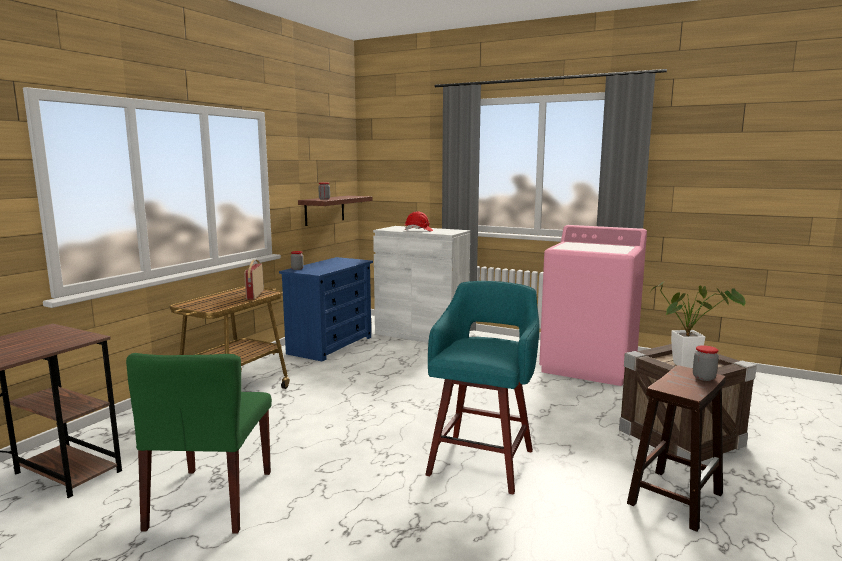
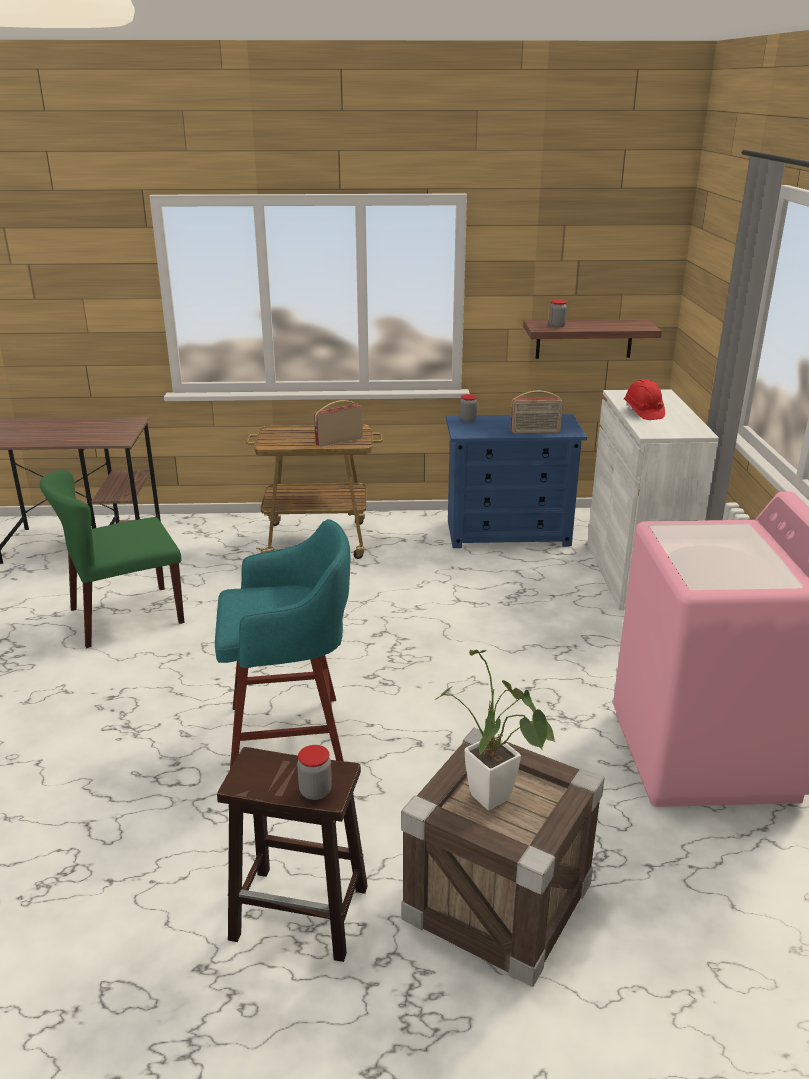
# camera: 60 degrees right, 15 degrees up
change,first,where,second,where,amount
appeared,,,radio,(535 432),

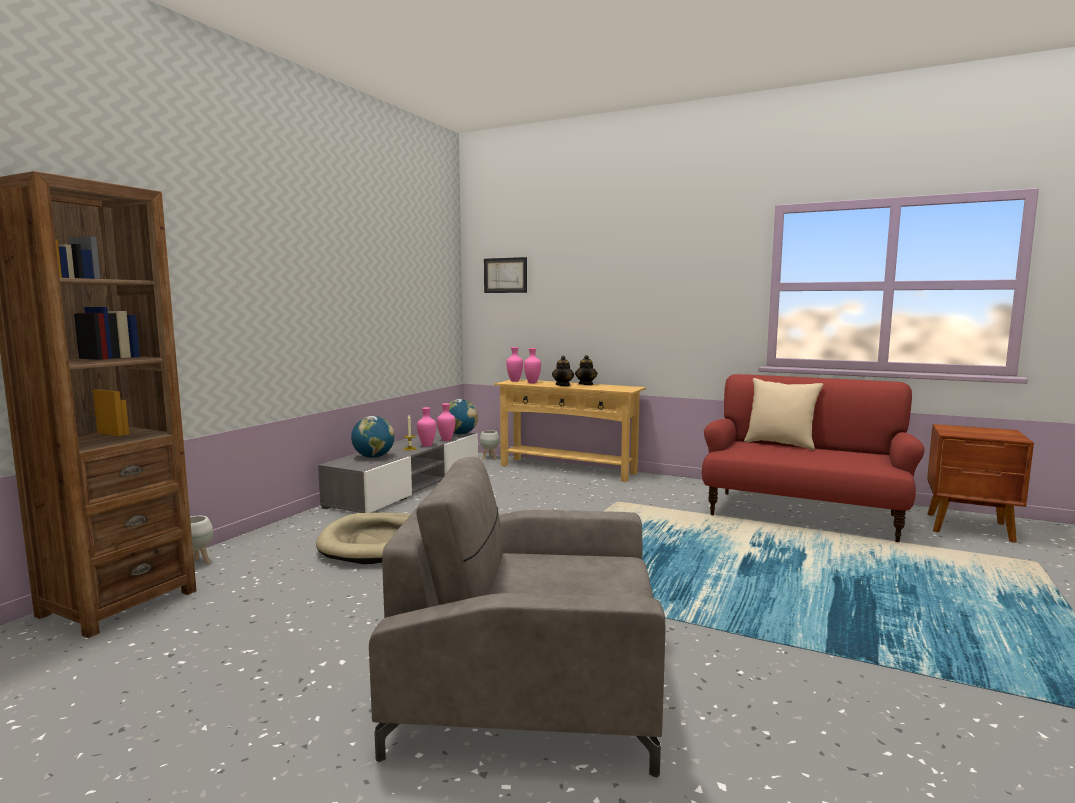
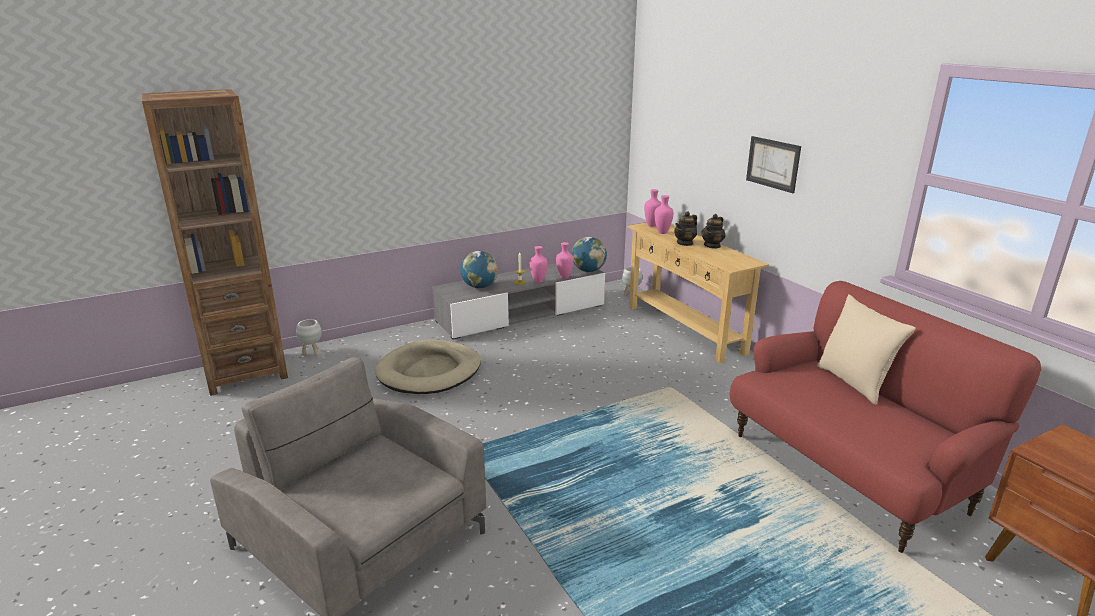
# camera: 35 degrees right, 15 degrees up
change,first,where,second,where,amount
relocated,picture,(505 275),,(773 163),

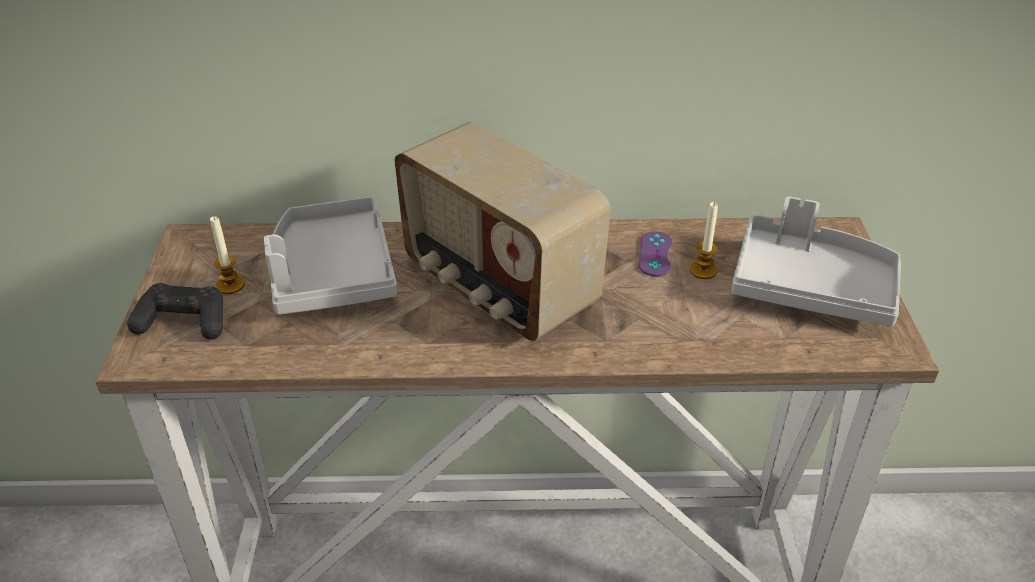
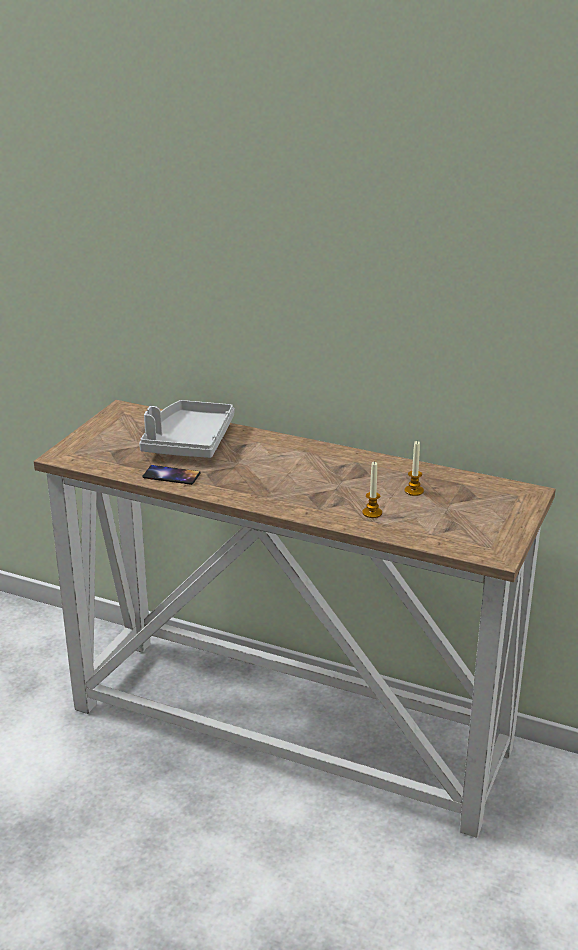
# camera: 25 degrees right, 10 degrees down
change,first,where,second,where,amount
missing,radio,(497 288),,,
missing,tray (grey),(811 287),,,
relocated,candle,(230 285),,(372 513),
missing,game controller (purple),(655 254),,,
missing,game controller (black),(183 322),,,
appeared,,,phone,(171 475),

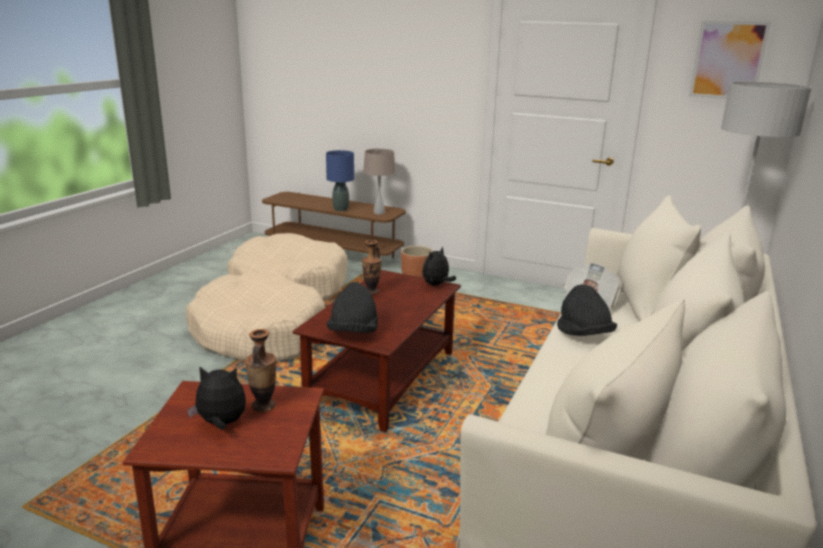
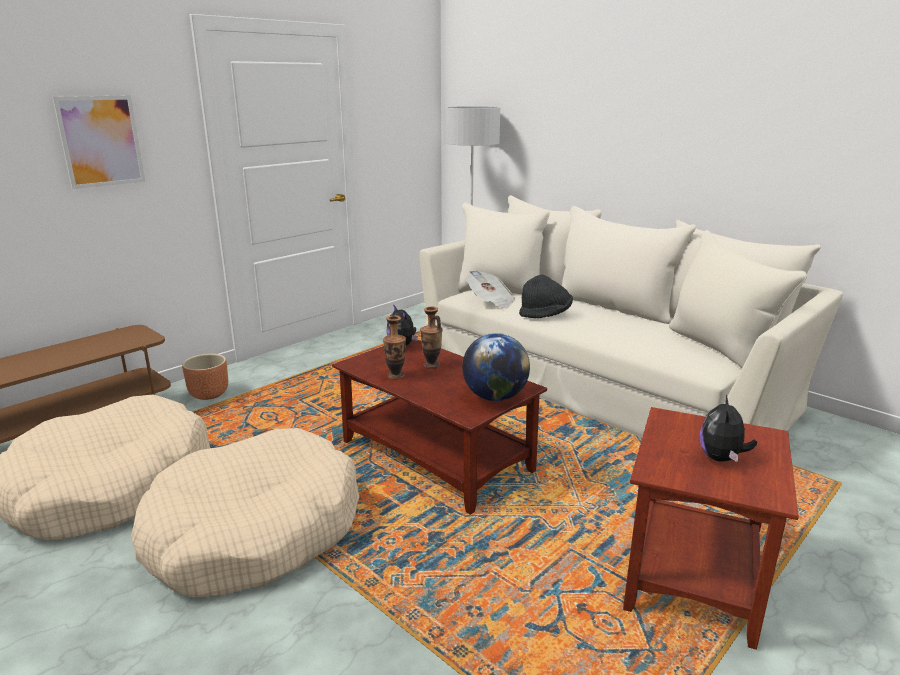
# camera: 70 degrees left, 0 degrees up
change,first,where,second,where,amount
relocated,picture,(728 60),,(101 141),
missing,table lamp (beige),(379 212),,,
missing,table lamp (blue),(340 209),,,
exchanged,hat (black),(353 333),globe,(495 397),
relocated,vase,(263 406),,(431 365),

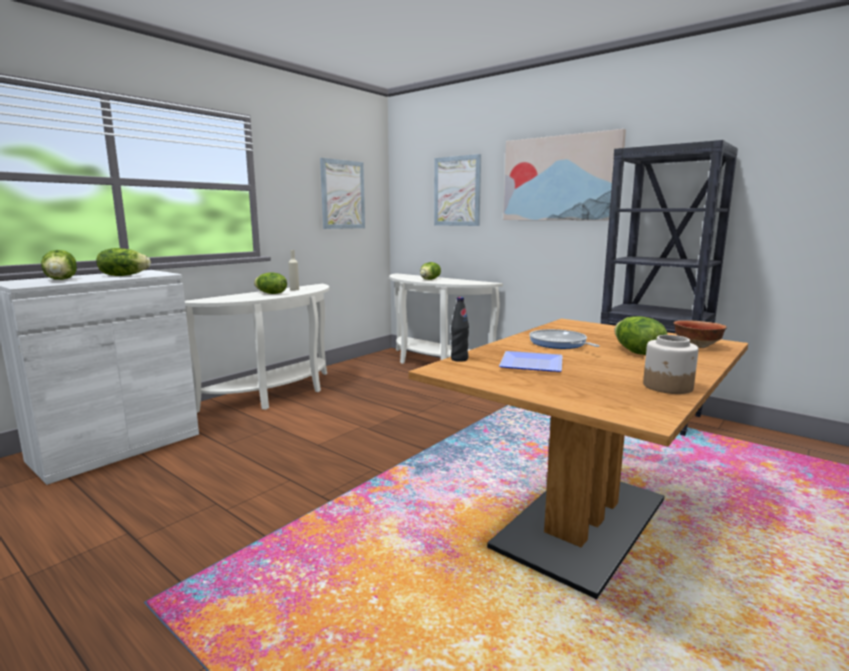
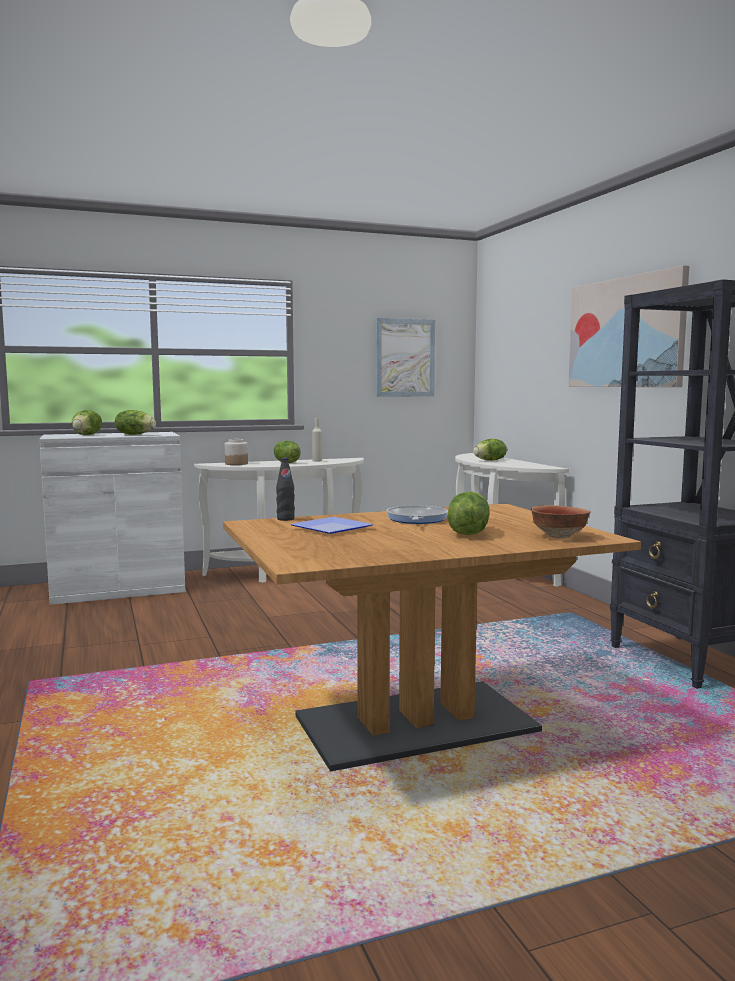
# camera: 30 degrees right, 5 degrees down
change,first,where,second,where,amount
missing,picture,(457 191),,,
relocated,jar,(668 387),,(236 464),

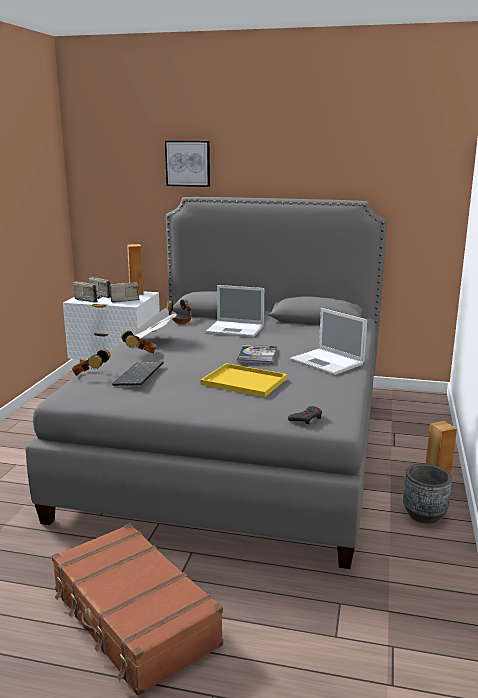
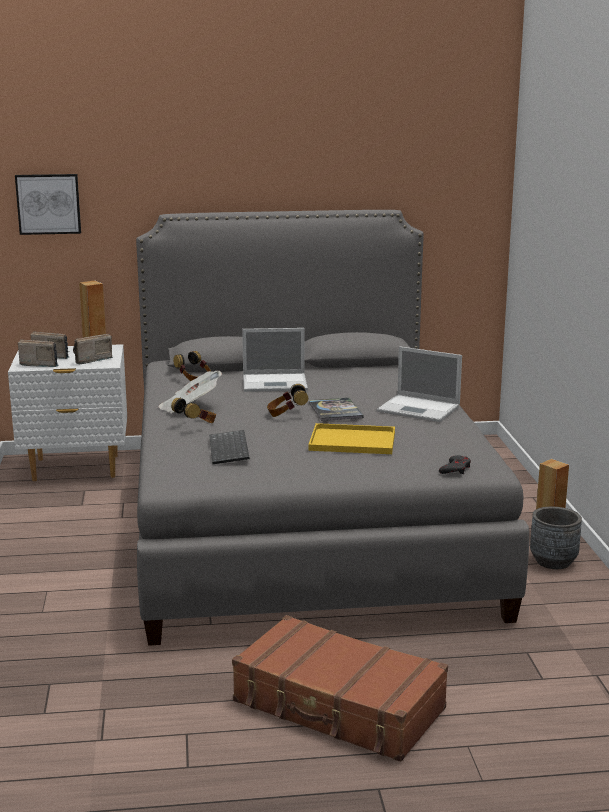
# camera: 20 degrees left, 0 degrees up
change,first,where,second,where,amount
relocated,picture,(188 163),,(48 204),
relocated,headphones,(90 375),,(286 415),

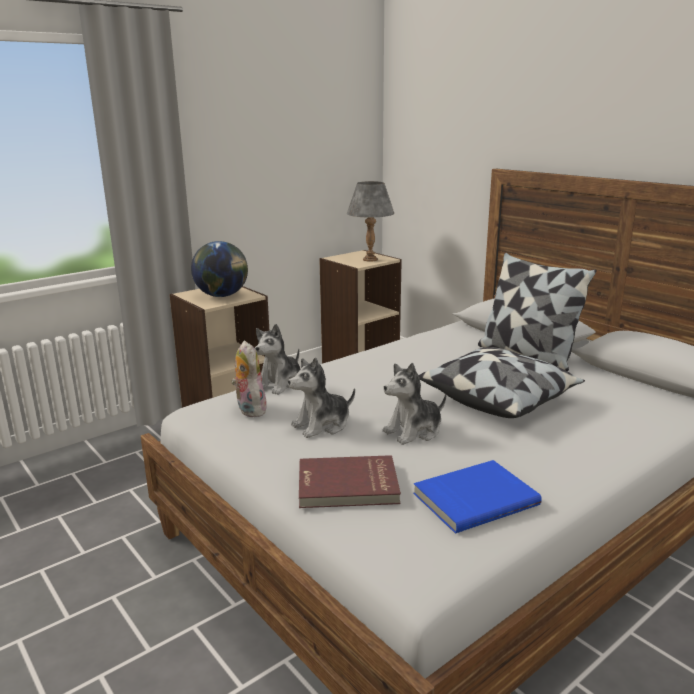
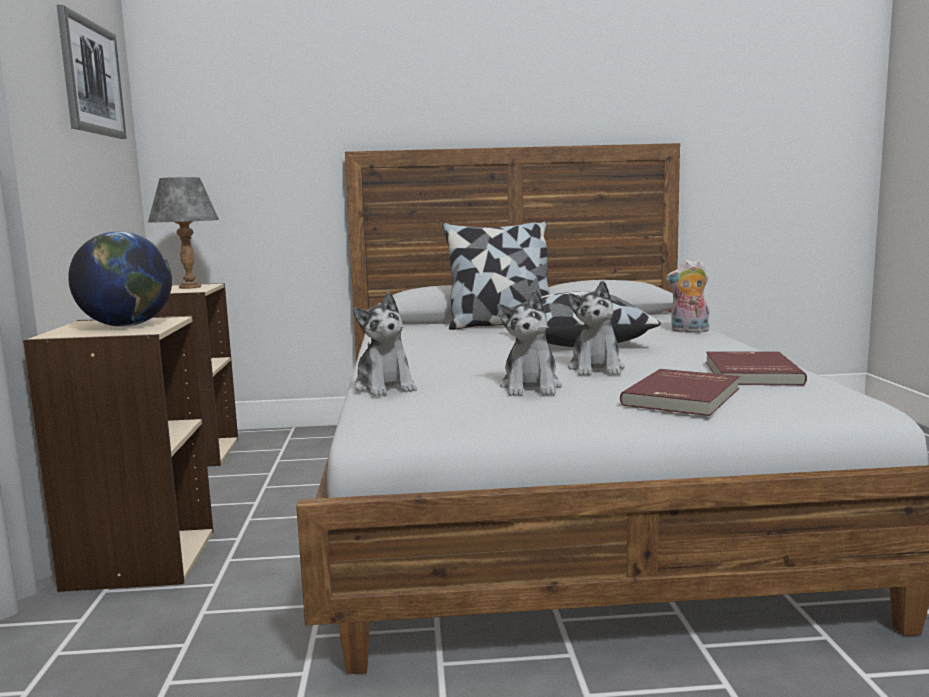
# camera: 55 degrees left, 10 degrees down
change,first,where,second,where,amount
relocated,plush toy,(249 409),,(688 331),
colour,book (blue),(474 498),book (red),(749 373),
appeared,,,picture,(91 78),

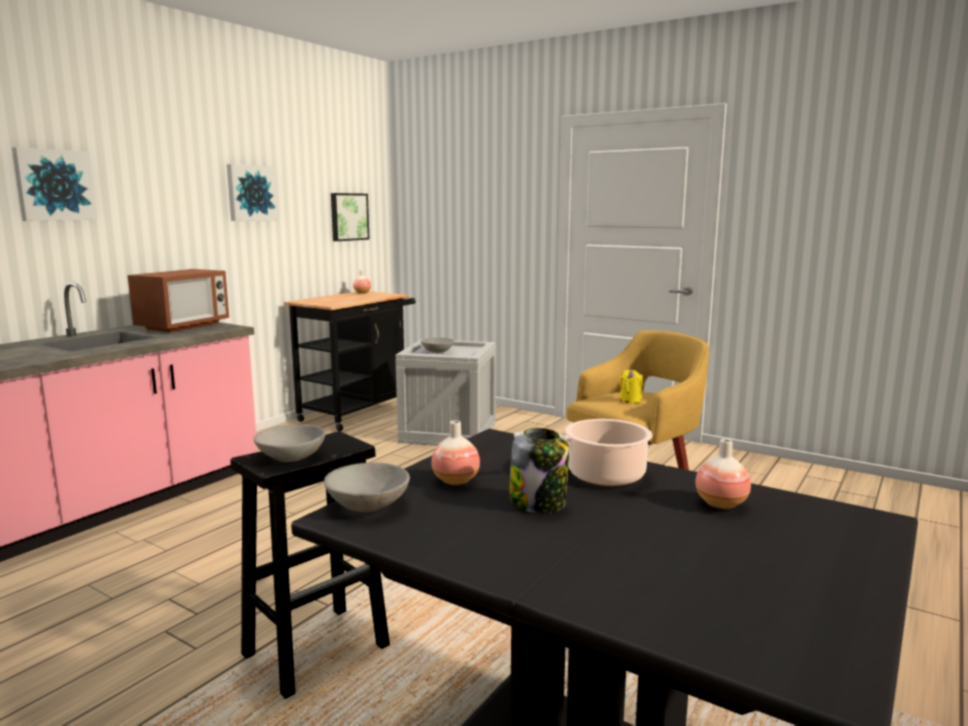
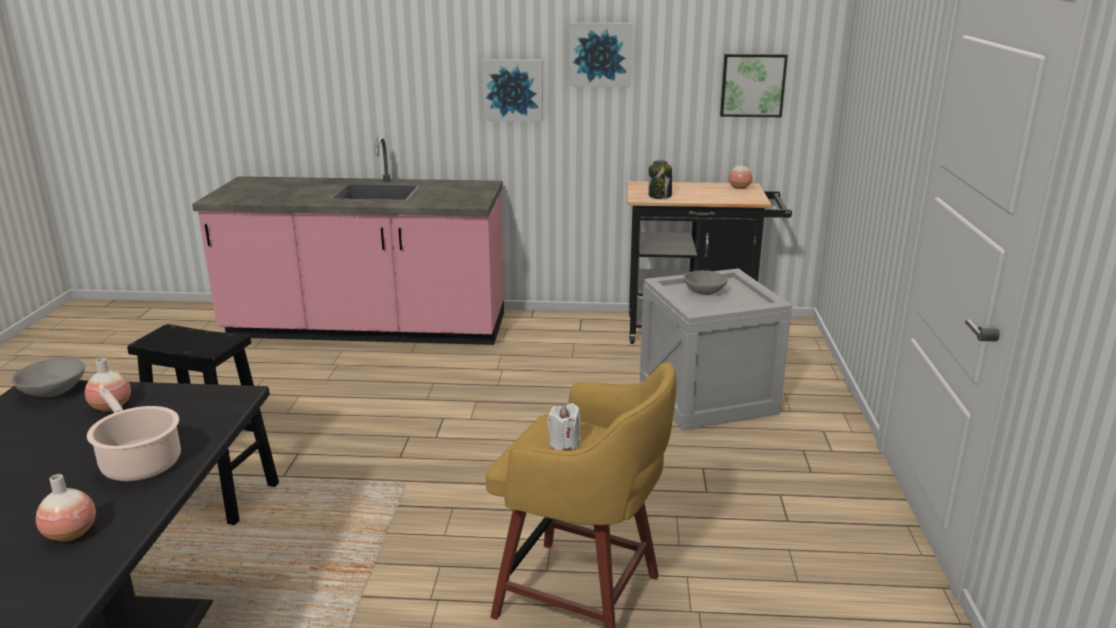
# camera: 60 degrees right, 10 degrees up
change,first,where,second,where,amount
relocated,picture,(54 185),,(513 89),
missing,microwave,(183 326),,,
colour,candle (yellow),(630 400),candle (white),(564 444),
missing,bowl (grey),(291 457),,,
relocated,jar,(538 503),,(660 196),

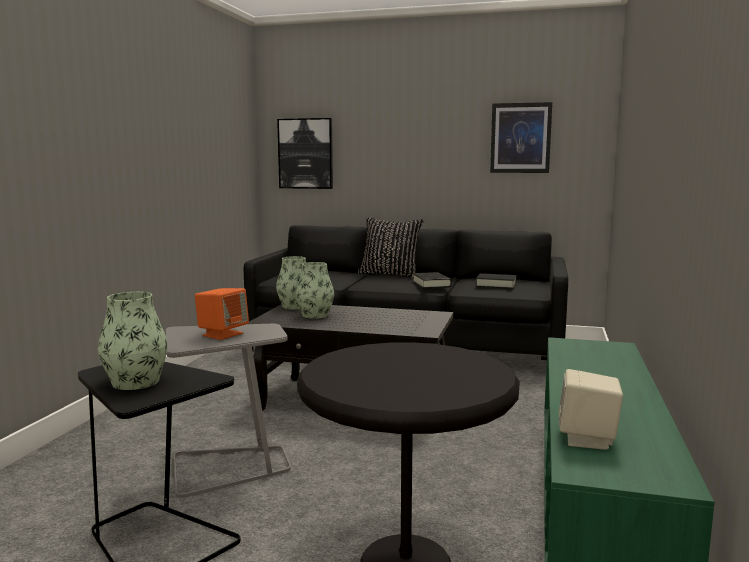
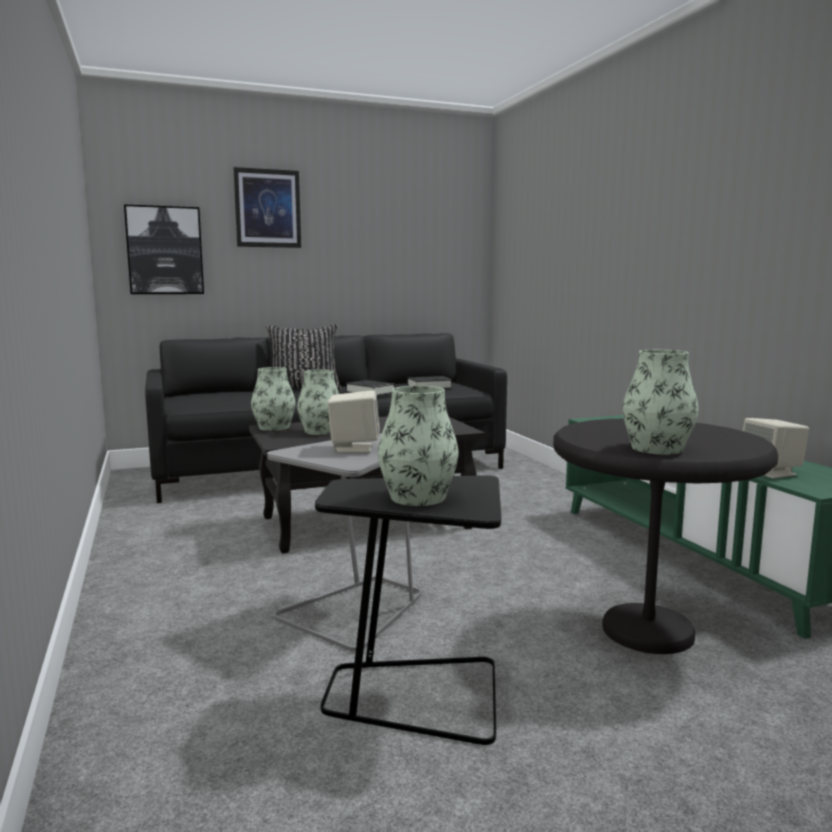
# camera: 35 degrees left, 0 degrees up
change,first,where,second,where,amount
relocated,picture,(520 138),,(267 208),
colour,speaker (orange),(222 334),speaker (beige),(354 448),
appeared,,,vase,(657 449),

